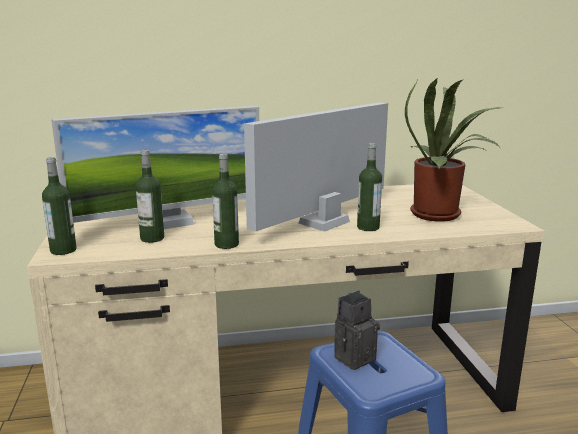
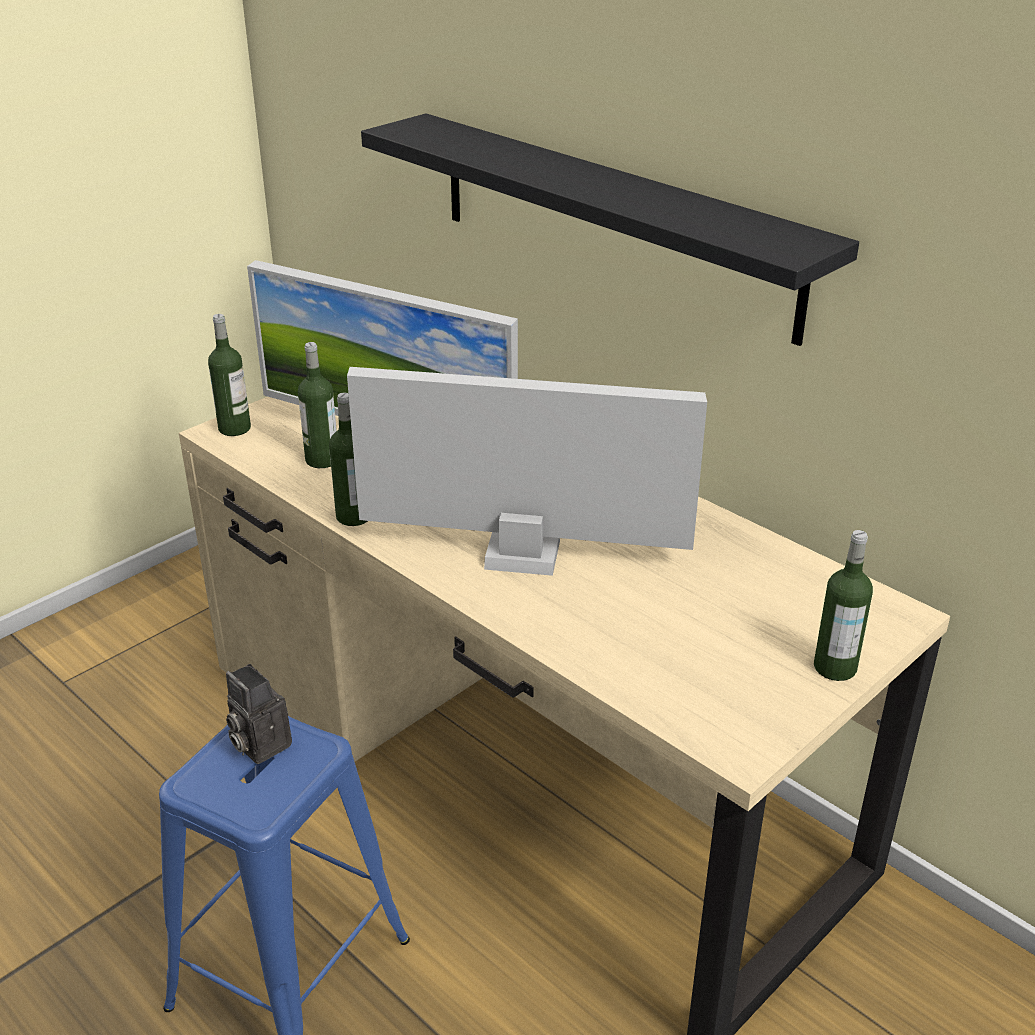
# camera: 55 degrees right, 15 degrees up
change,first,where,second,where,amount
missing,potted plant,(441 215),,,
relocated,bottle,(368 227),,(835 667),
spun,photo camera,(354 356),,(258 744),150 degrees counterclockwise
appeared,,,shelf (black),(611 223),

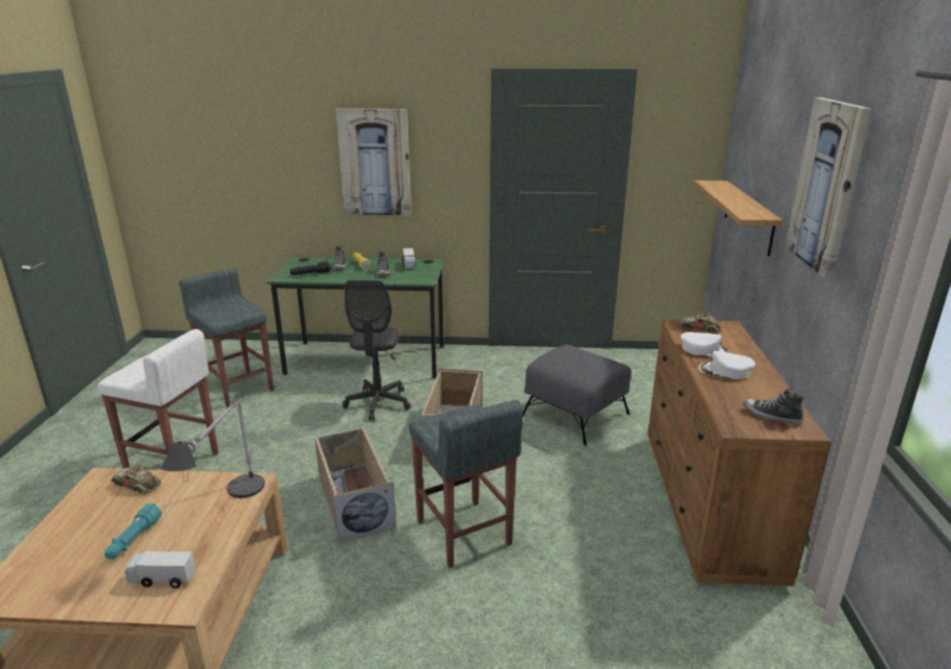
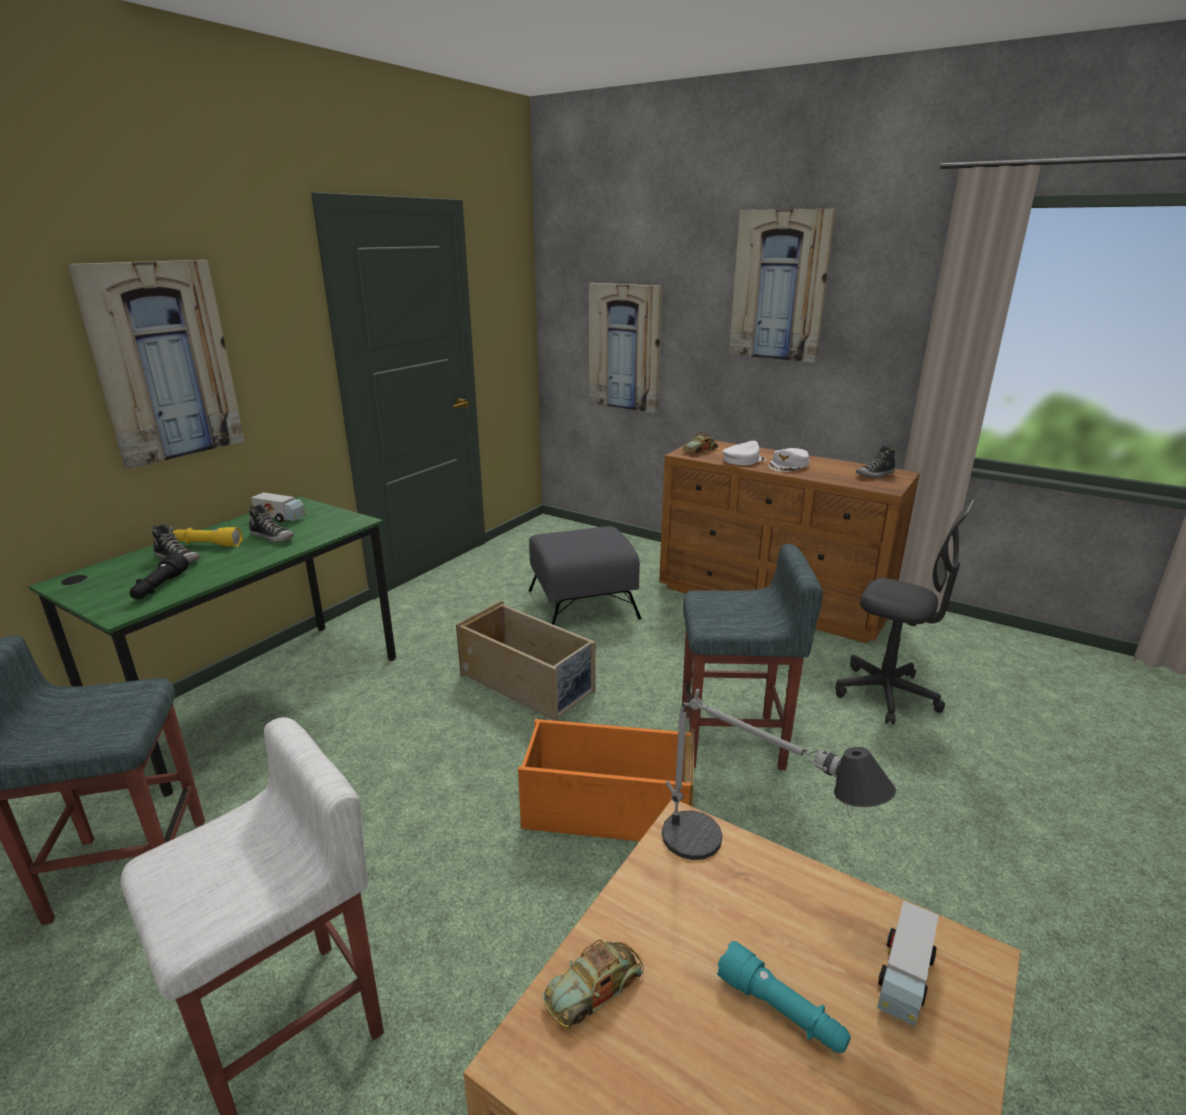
# camera: 60 degrees left, 0 degrees up
change,first,where,second,where,amount
exchanged,shelf,(748 216),picture,(625 347),
relocated,office chair (grey),(378 403),,(886 694),
colour,storage box (beige),(354 500),storage box (orange),(607 809),

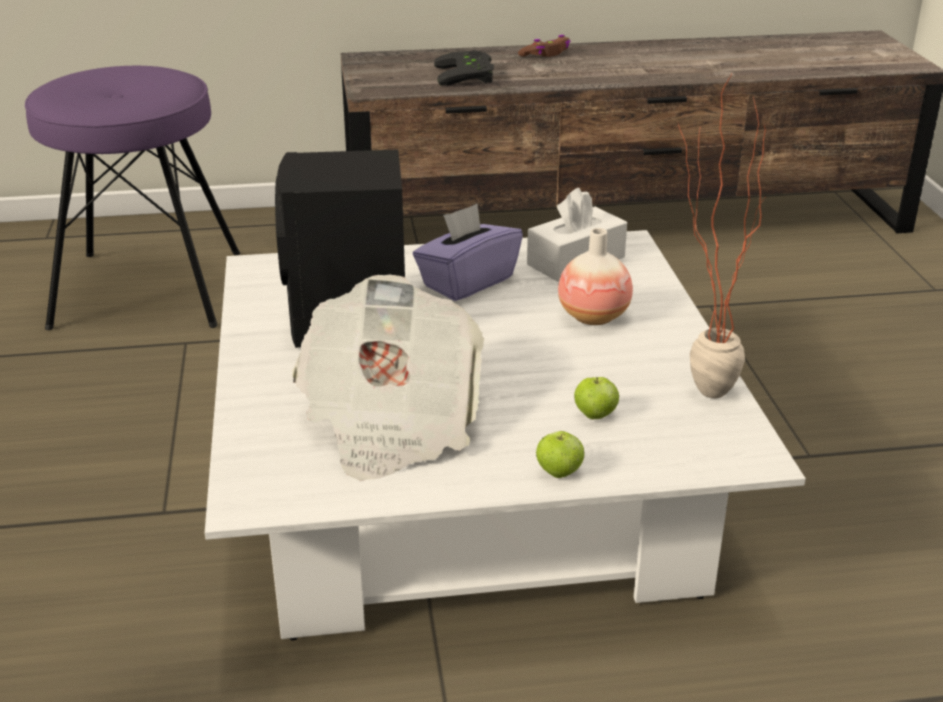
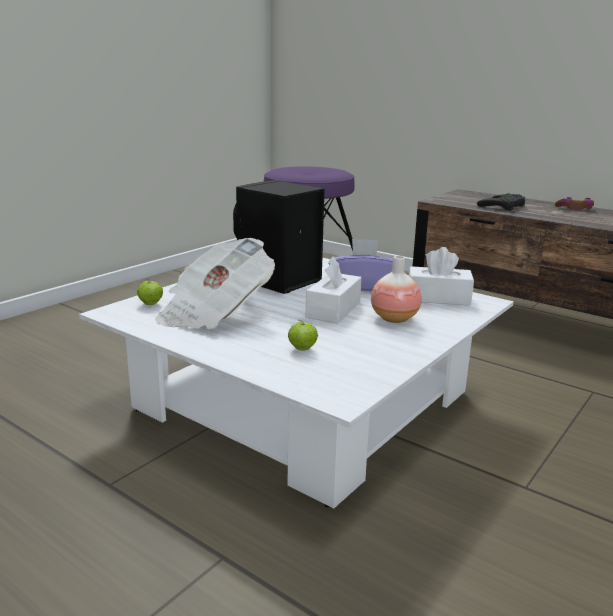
# camera: 45 degrees right, 10 degrees down
change,first,where,second,where,amount
missing,potted plant,(696 389),,,
relocated,apple,(559 472),,(151 304),
appeared,,,tissue box (white),(333 310),

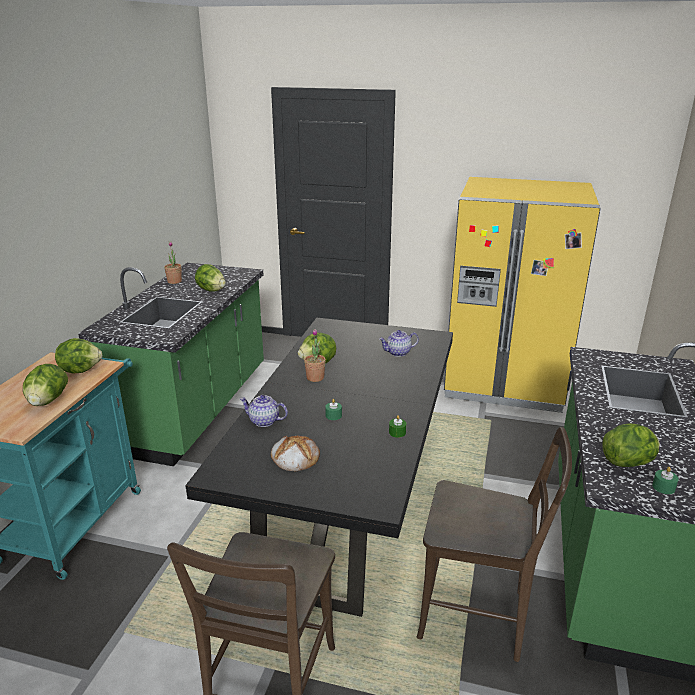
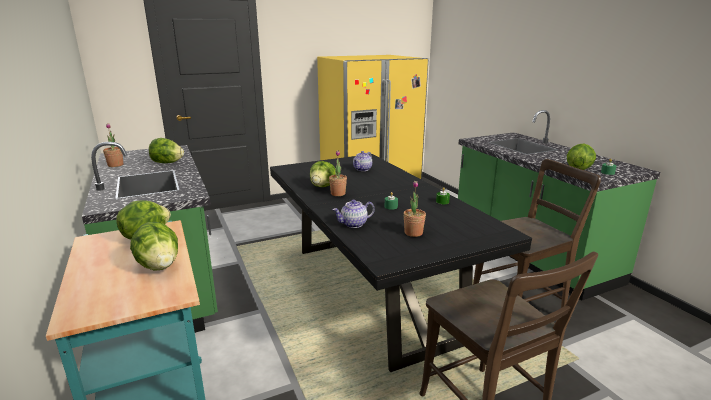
# camera: 40 degrees left, 5 degrees down
change,first,where,second,where,amount
exchanged,bread,(295 457),potted plant,(413 233),

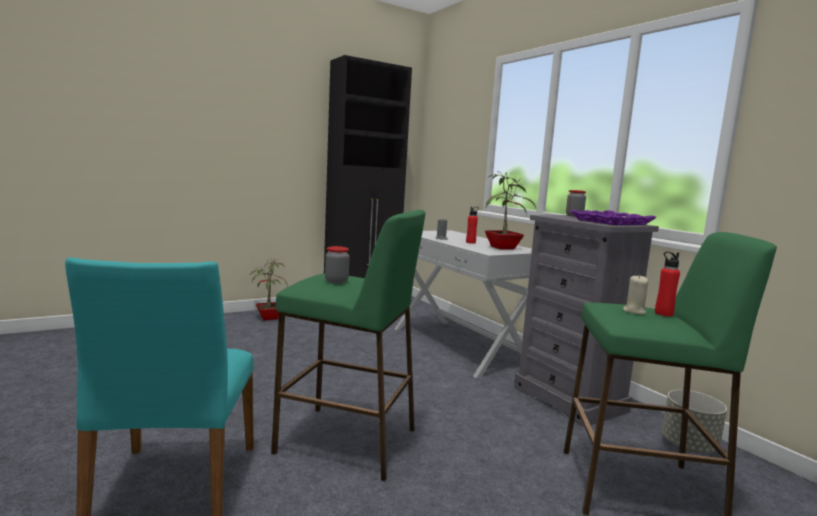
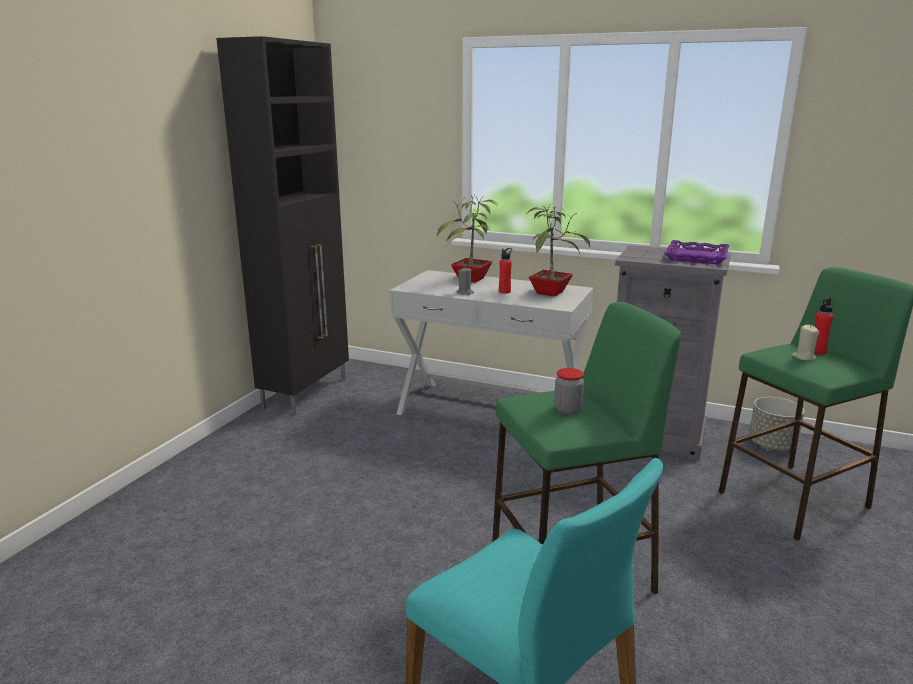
# camera: 35 degrees left, 10 degrees up
change,first,where,second,where,amount
missing,jar,(574 216),,,
relocated,potted plant,(267 318),,(470 280),

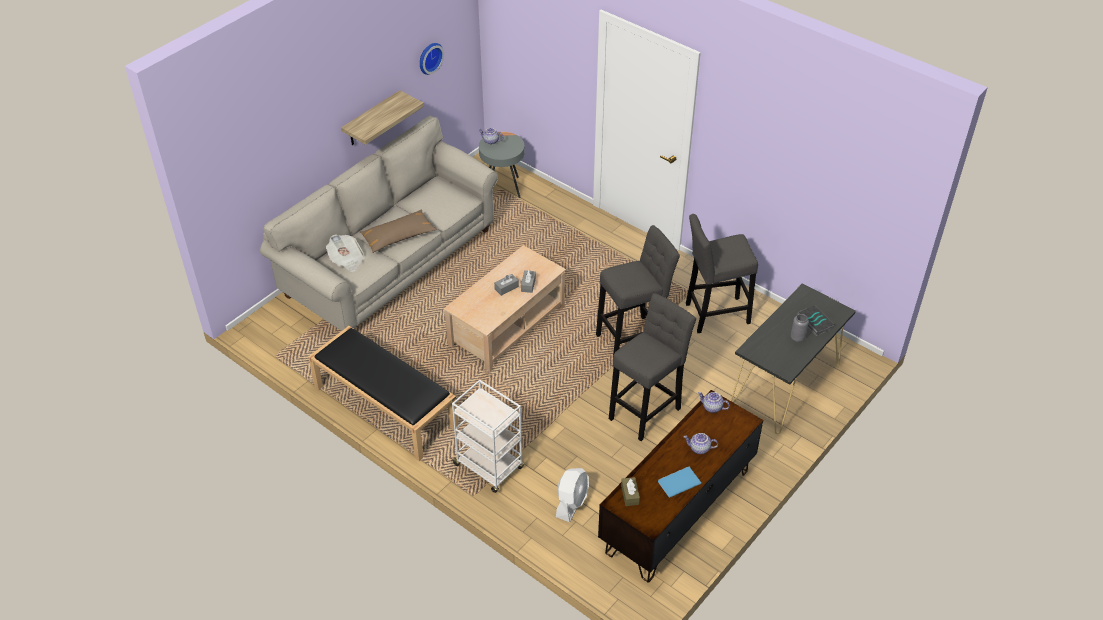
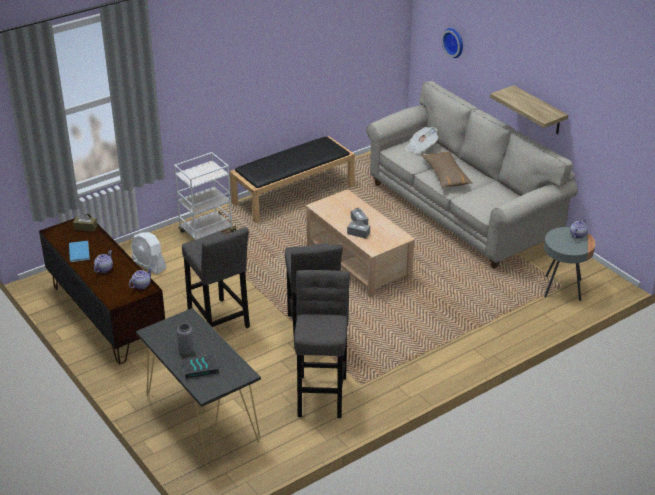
# camera: 105 degrees right, 10 degrees down
change,first,where,second,where,amount
relocated,wall clock,(429 57),,(454 42),

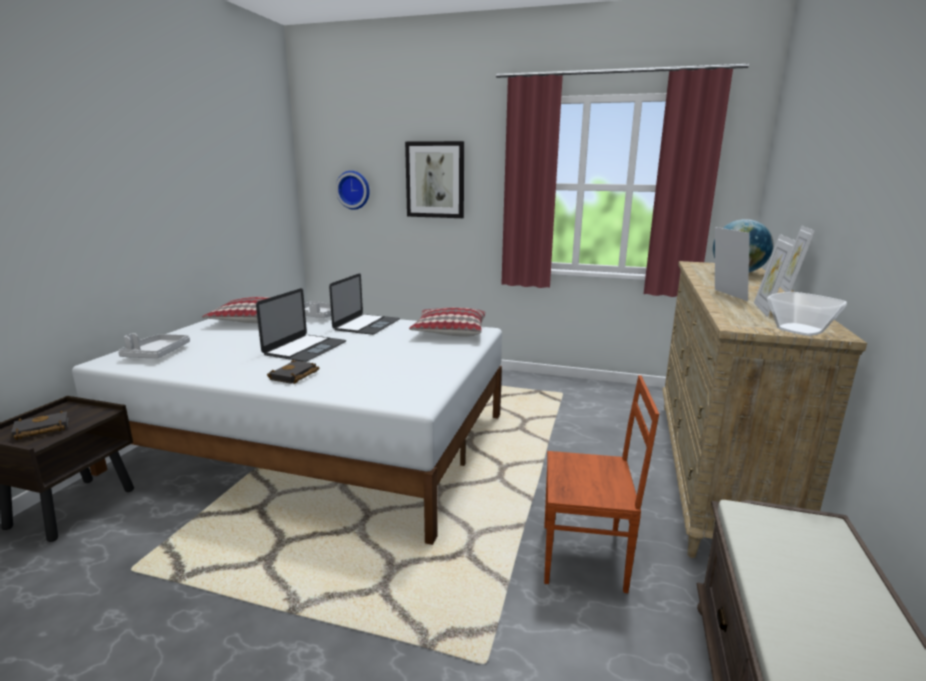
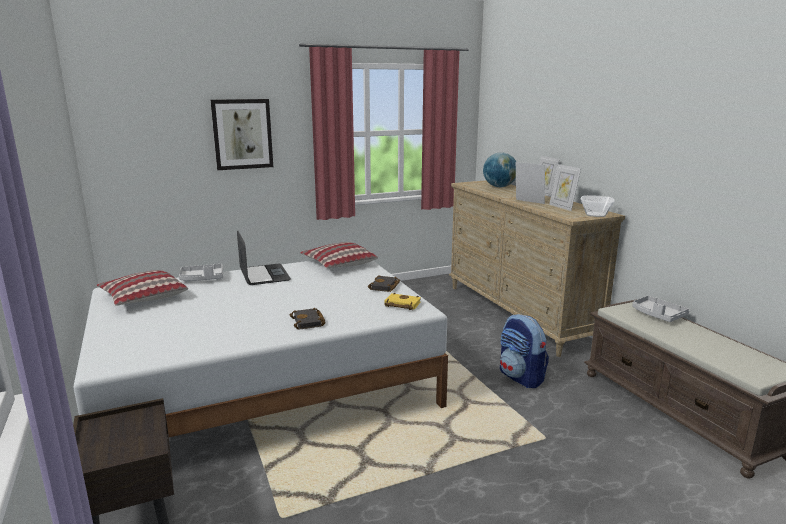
# camera: 40 degrees left, 0 degrees up
change,first,where,second,where,amount
missing,wall clock,(354 190),,,
missing,laptop,(305 348),,,
relocated,tray (grey),(156 354),,(657 315),
exchanged,chair (brown),(585 558),backpack,(521 377),
relocated,book (black),(40 430),,(385 287),
appeared,,,book (yellow),(401 305),

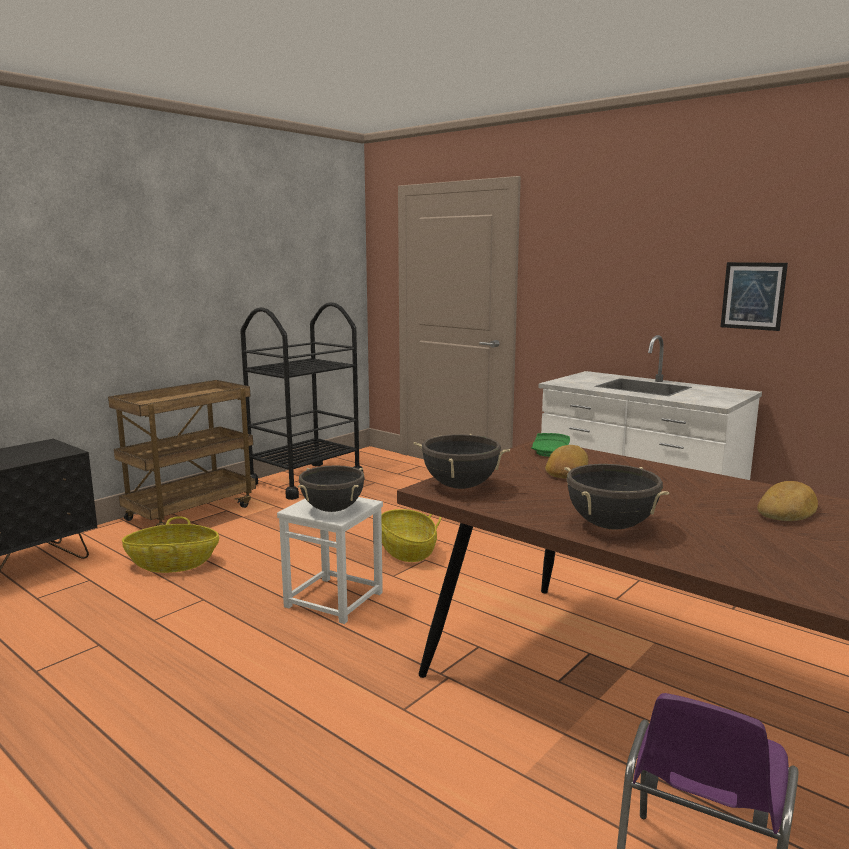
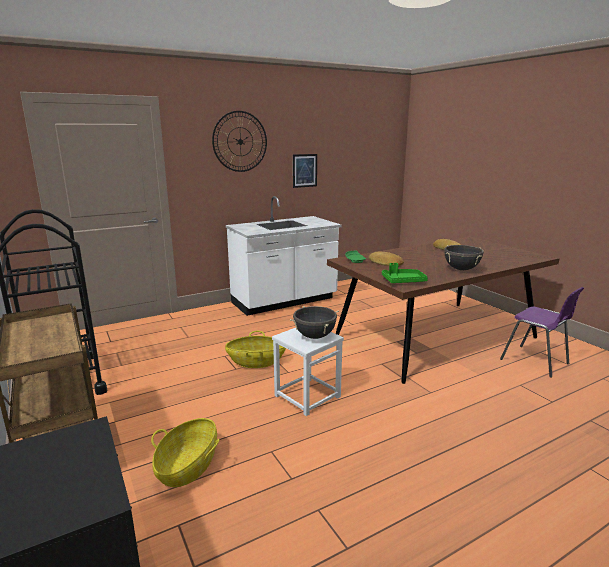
# camera: 70 degrees left, 5 degrees up
change,first,where,second,where,amount
exchanged,cooking pot (black),(460 486),tray (green),(403 281),
appeared,,,wall clock,(240 141),

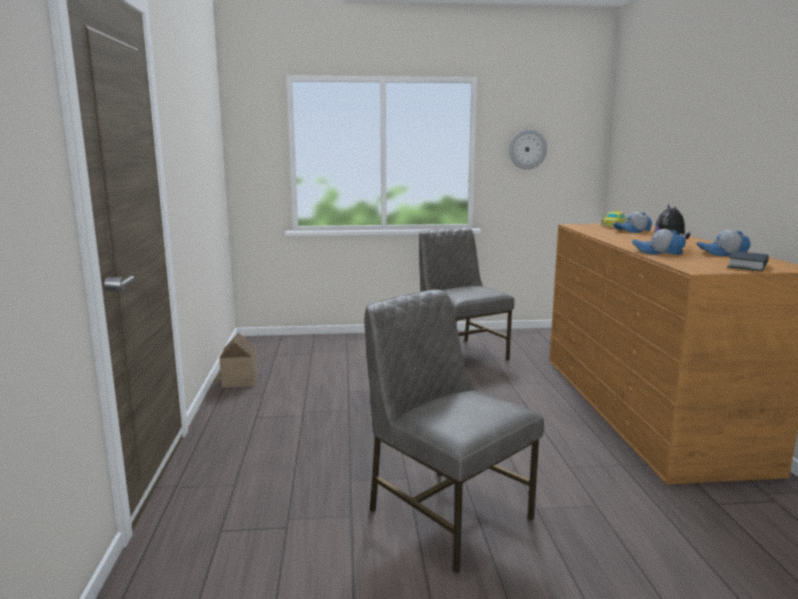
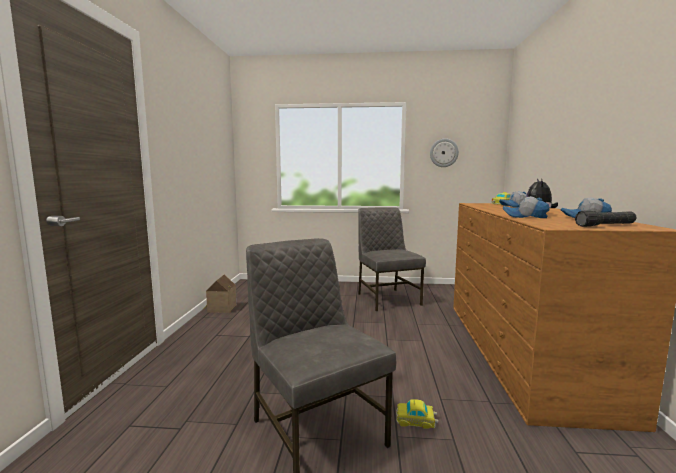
# camera: 10 degrees right, 5 degrees down
change,first,where,second,where,amount
exchanged,book,(748 266),flashlight (black),(605 226),
appeared,,,toy car,(416 420),

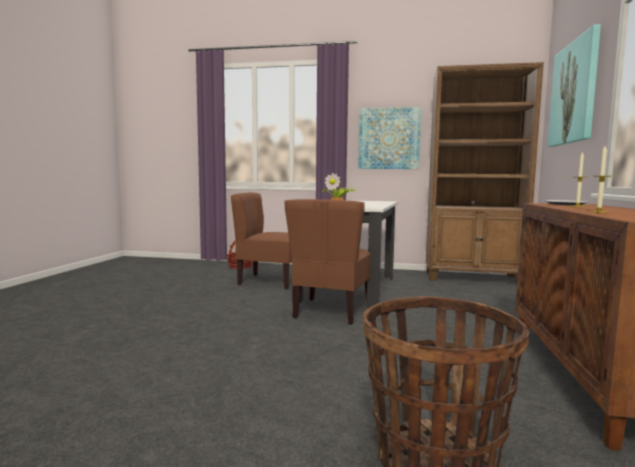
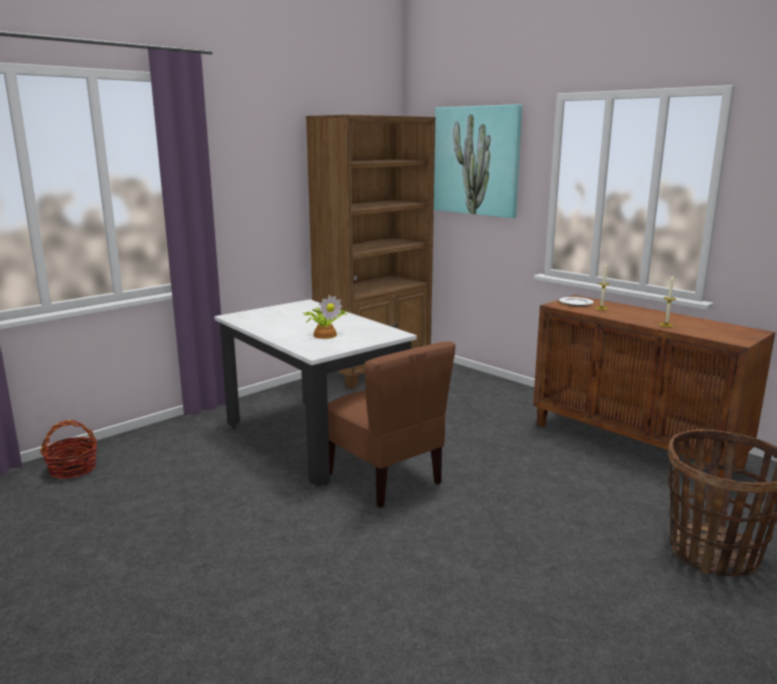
# camera: 55 degrees left, 10 degrees up
change,first,where,second,where,amount
missing,picture,(389 138),,,
missing,chair (brown),(270 281),,,

